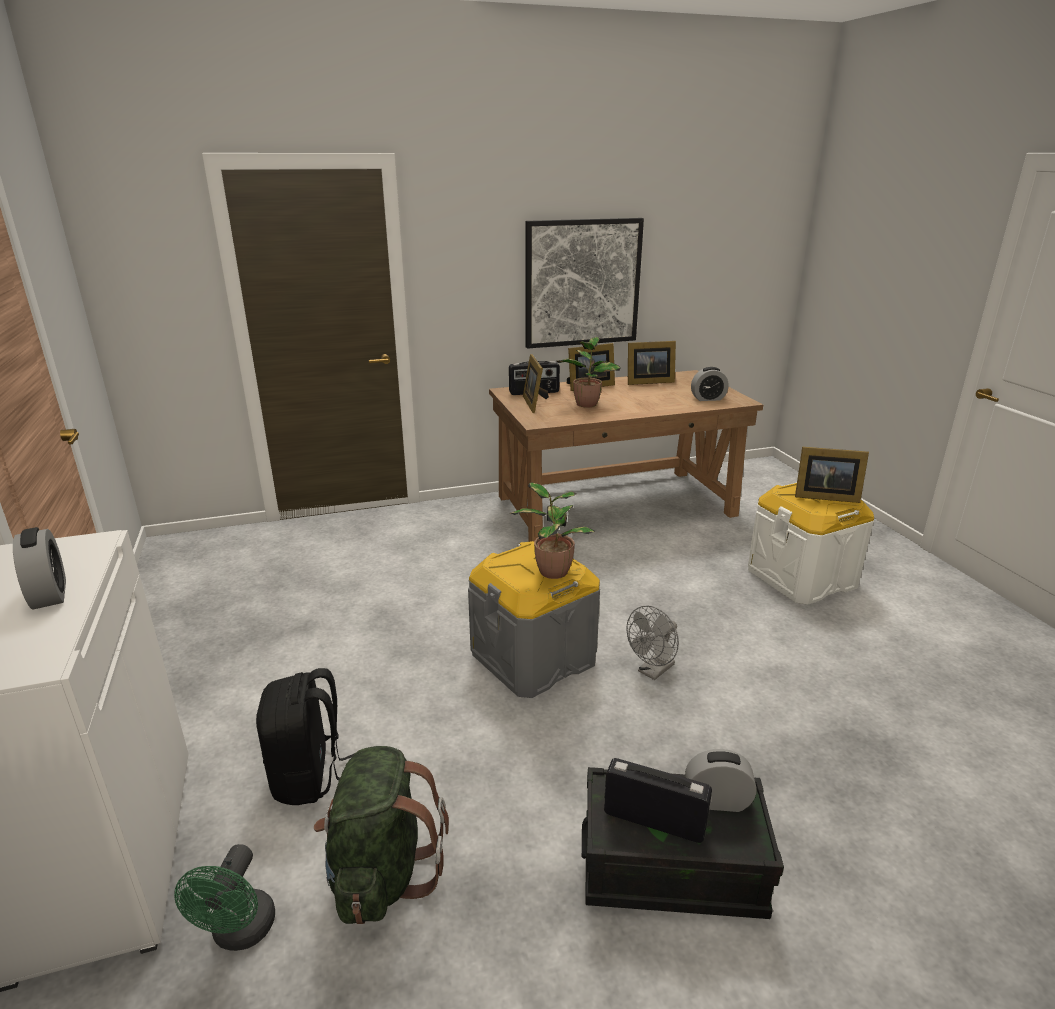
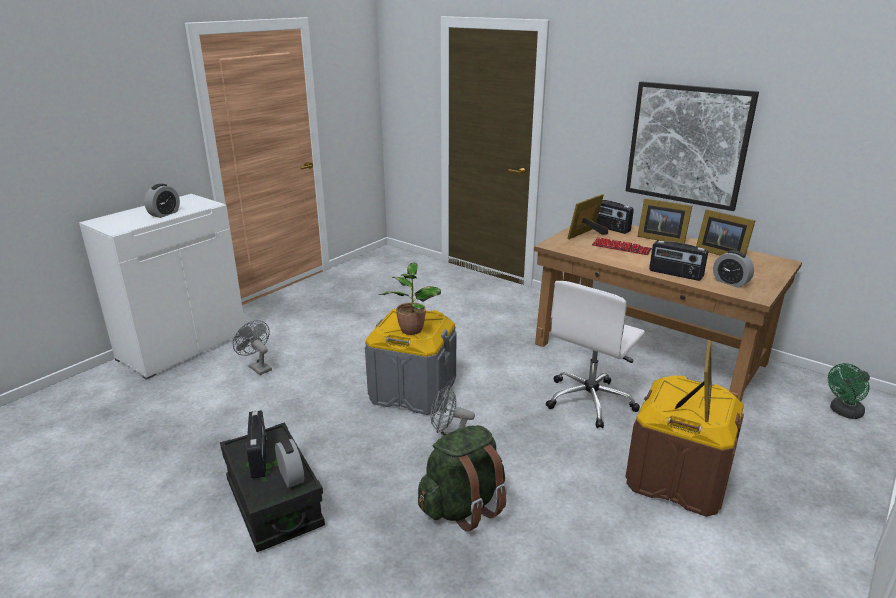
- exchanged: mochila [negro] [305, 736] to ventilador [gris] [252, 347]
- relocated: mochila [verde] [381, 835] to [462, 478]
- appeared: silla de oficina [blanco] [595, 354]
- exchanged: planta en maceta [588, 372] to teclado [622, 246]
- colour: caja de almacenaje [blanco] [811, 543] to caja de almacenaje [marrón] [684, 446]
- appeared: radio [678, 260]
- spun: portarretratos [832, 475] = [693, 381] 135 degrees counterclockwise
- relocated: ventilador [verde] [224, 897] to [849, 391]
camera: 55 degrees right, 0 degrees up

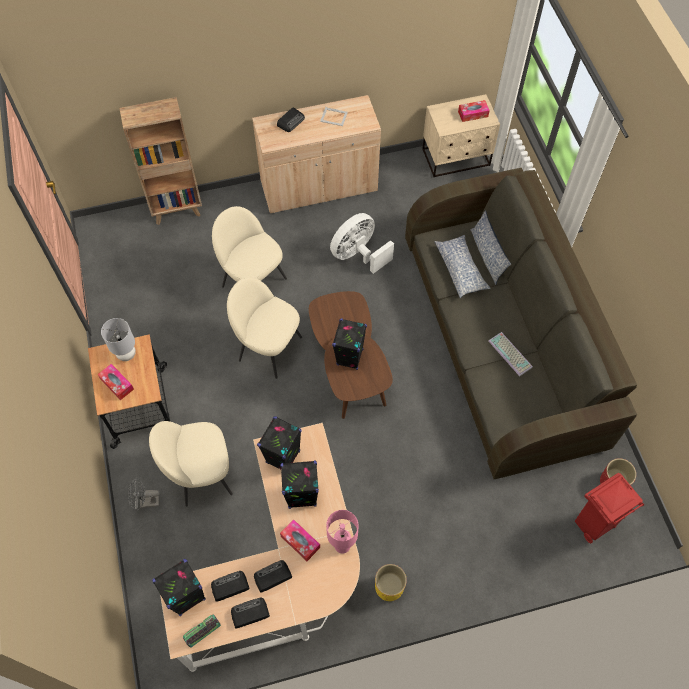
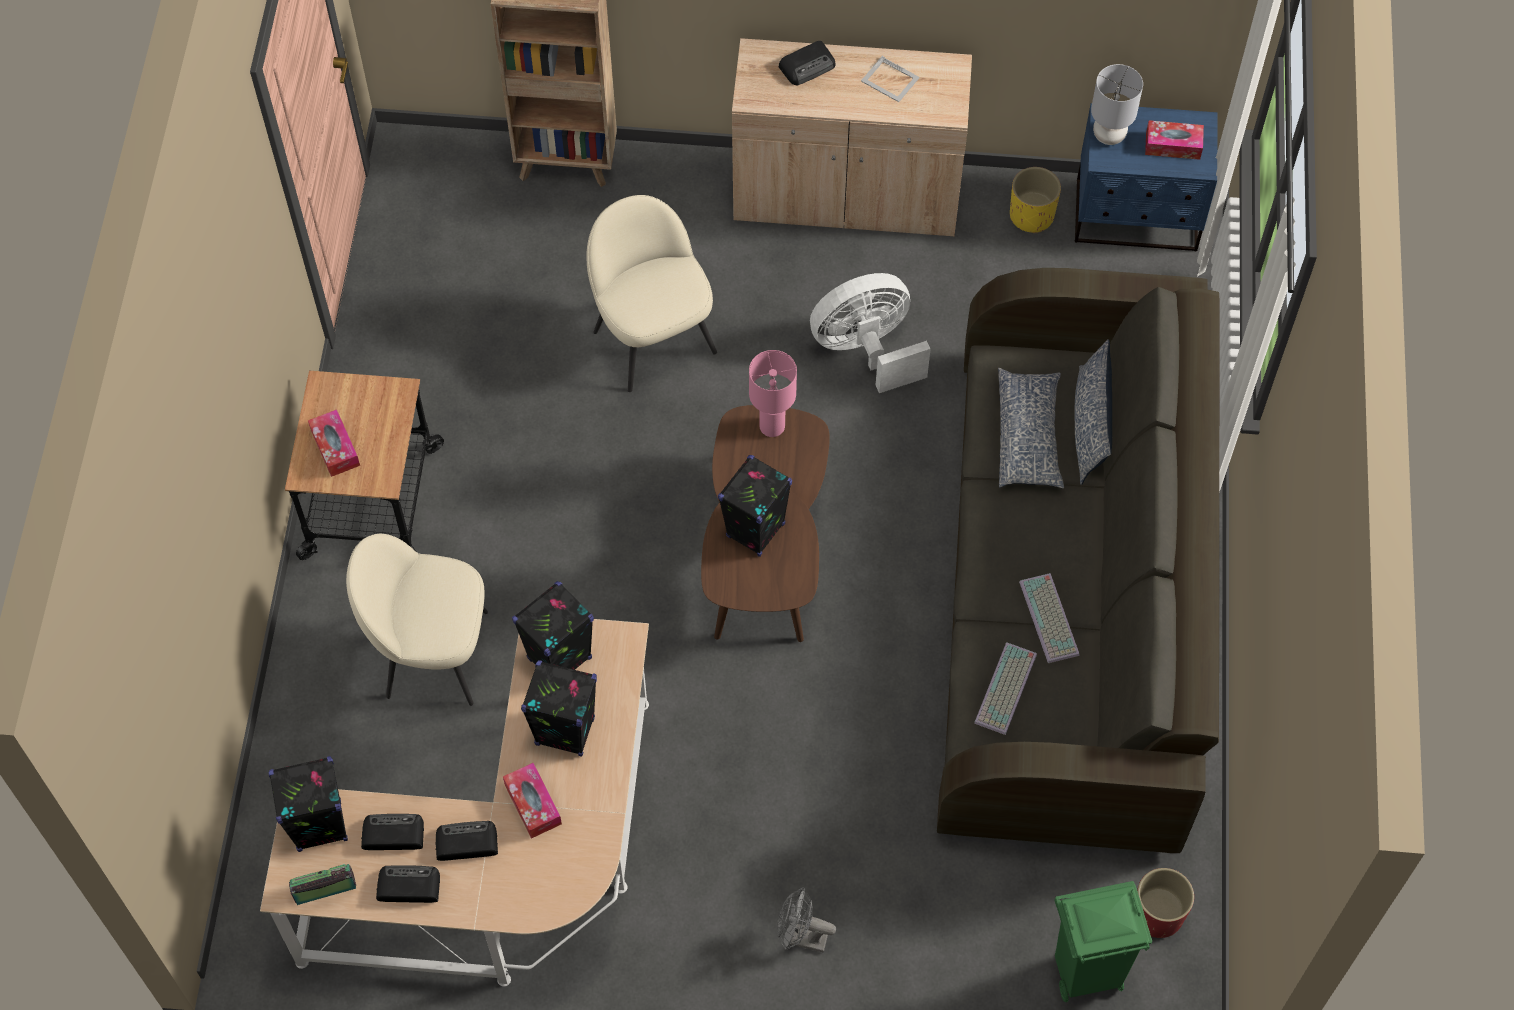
- relocated: lámpara de mesa [rosa] [342, 532] to [773, 393]
- relocated: ventilador [gris] [144, 494] to [806, 919]
- appeared: teclado [1005, 688]
- relocated: maceta [amarillo] [391, 582] to [1035, 200]
- colour: papelera [rojo] [609, 508] to papelera [verde] [1103, 941]
- colour: mesita de noche [beis] [461, 135] to mesita de noche [azul] [1146, 177]
- relocated: lámpara de mesa [gris] [118, 339] to [1117, 104]
- missing: silla [beis] [264, 328]
camera: 20 degrees right, 0 degrees up

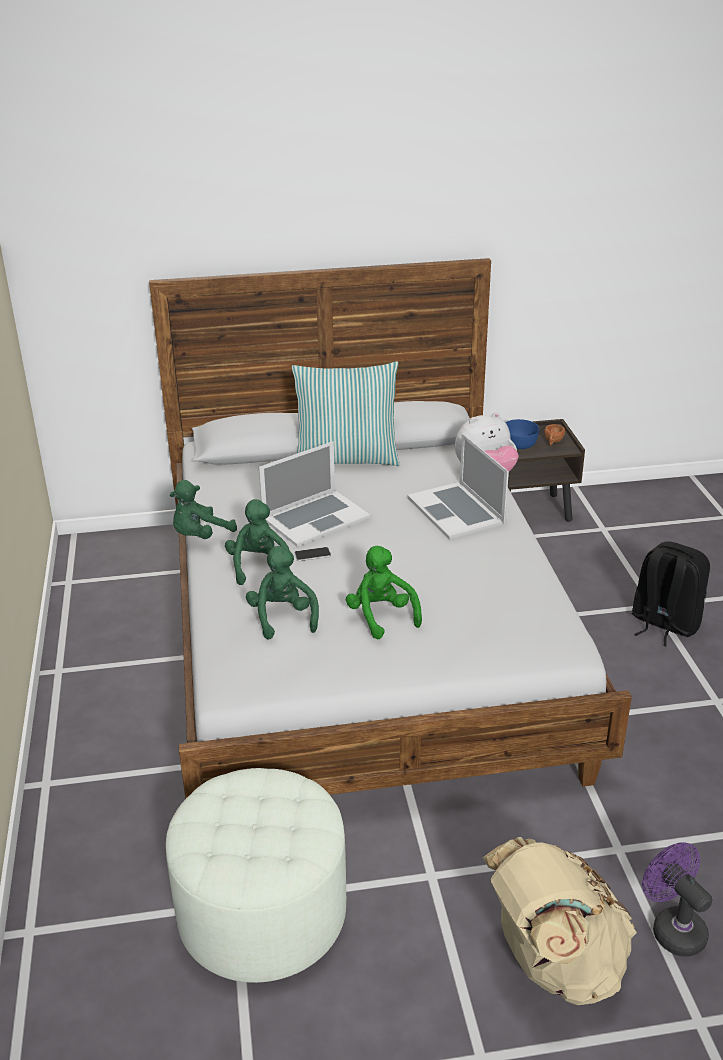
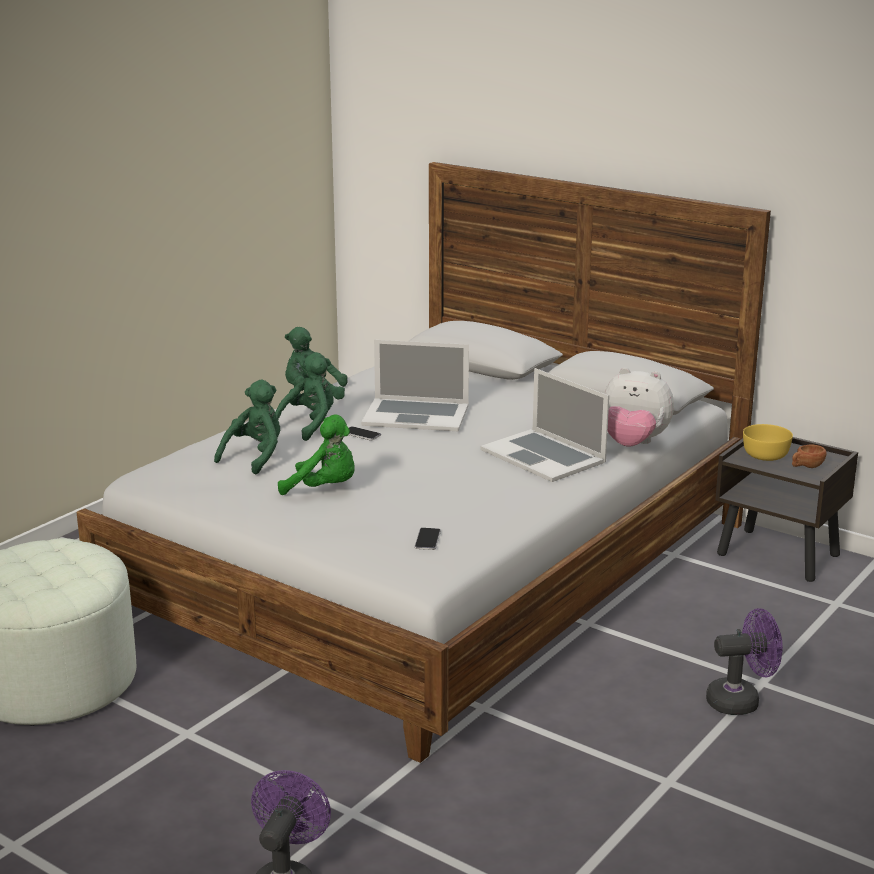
- spun: peluche [verde] [384, 592] = [316, 455] 90 degrees clockwise
- appeared: móvil [427, 539]
- spun: portátil [458, 486] = [544, 425] 60 degrees counterclockwise
- exchanged: mochila [negro] [671, 593] to ventilador [morado] [744, 661]
- colour: cuenco [azul] [522, 434] to cuenco [amarillo] [768, 442]
- missing: cojín [346, 413]
- missing: mochila [beis] [560, 921]
camera: 45 degrees right, 10 degrees down

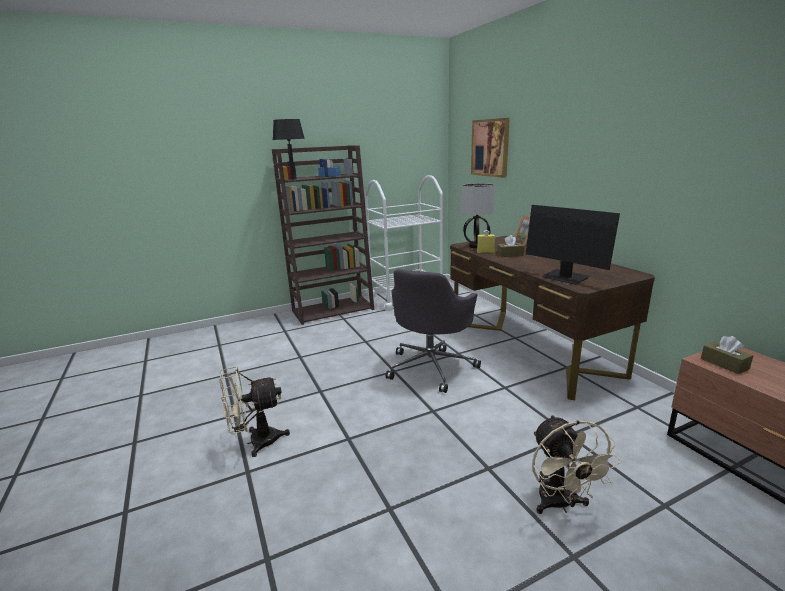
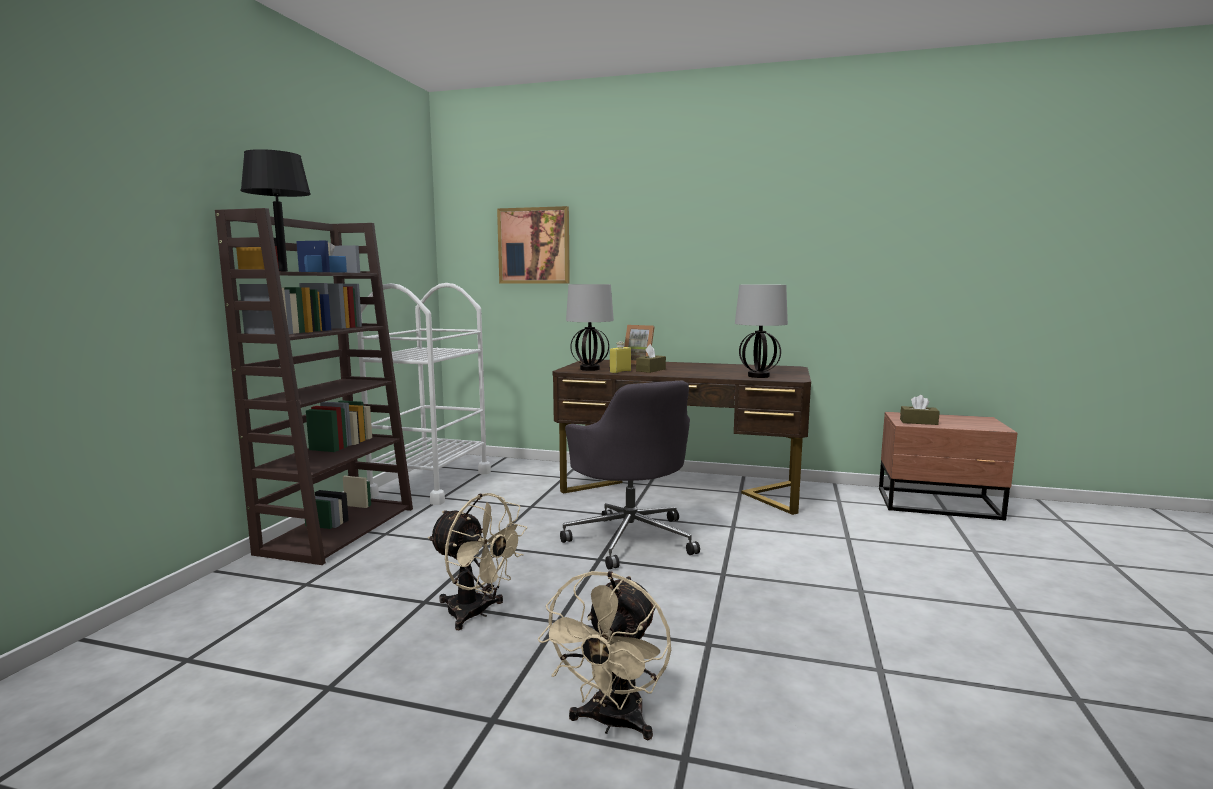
- relocated: ventilador [beis] [576, 464] to [477, 561]
- exchanged: monitor [573, 245] to lámpara de mesa [761, 331]
camera: 50 degrees left, 10 degrees down

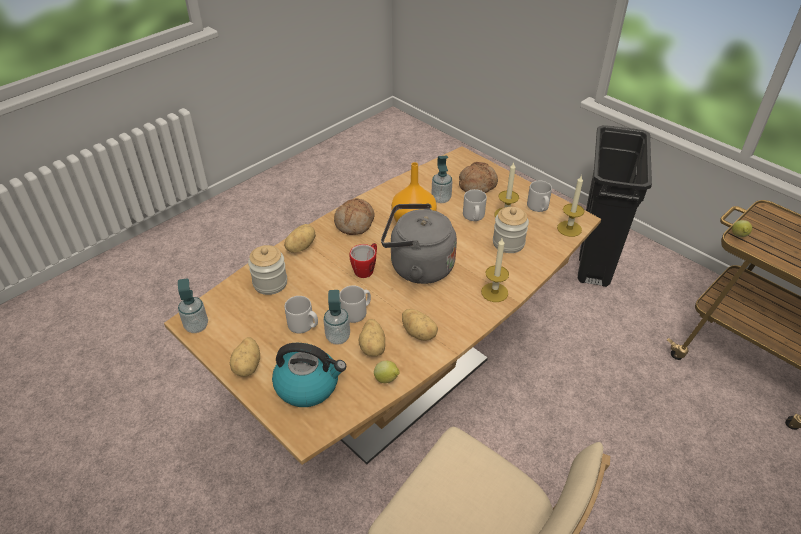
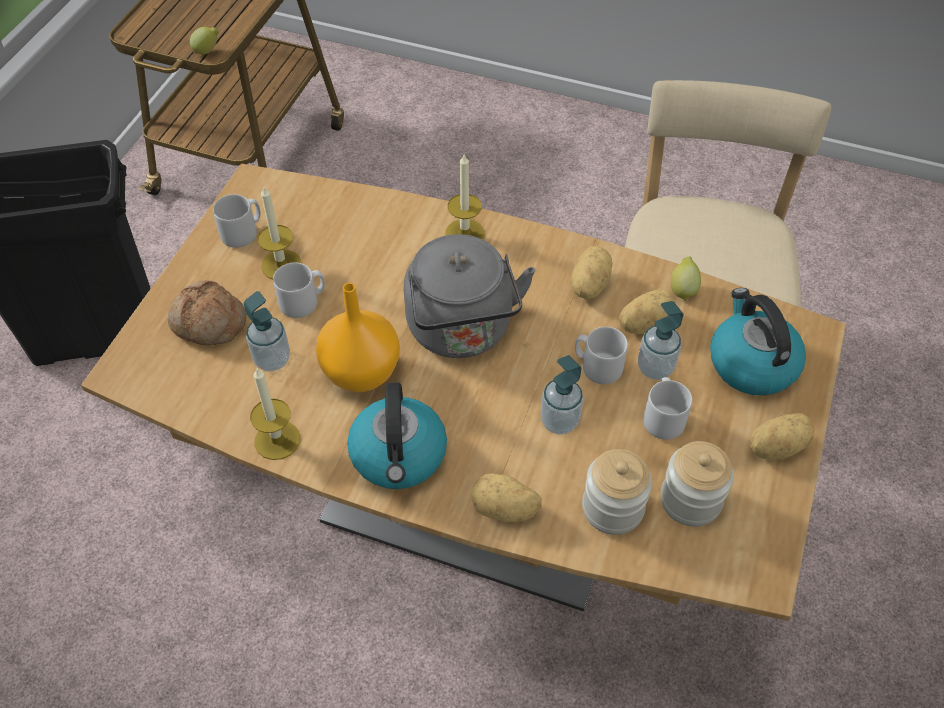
- relocated: vela [570, 206] to [275, 413]
- exchanged: pan [354, 216] to hervidor [397, 436]
- relocated: dispensador de jabón [193, 306] to [562, 395]
- relocated: tarro [511, 230] to [697, 484]
- missing: taza grande [363, 260]
camera: 115 degrees left, 10 degrees up

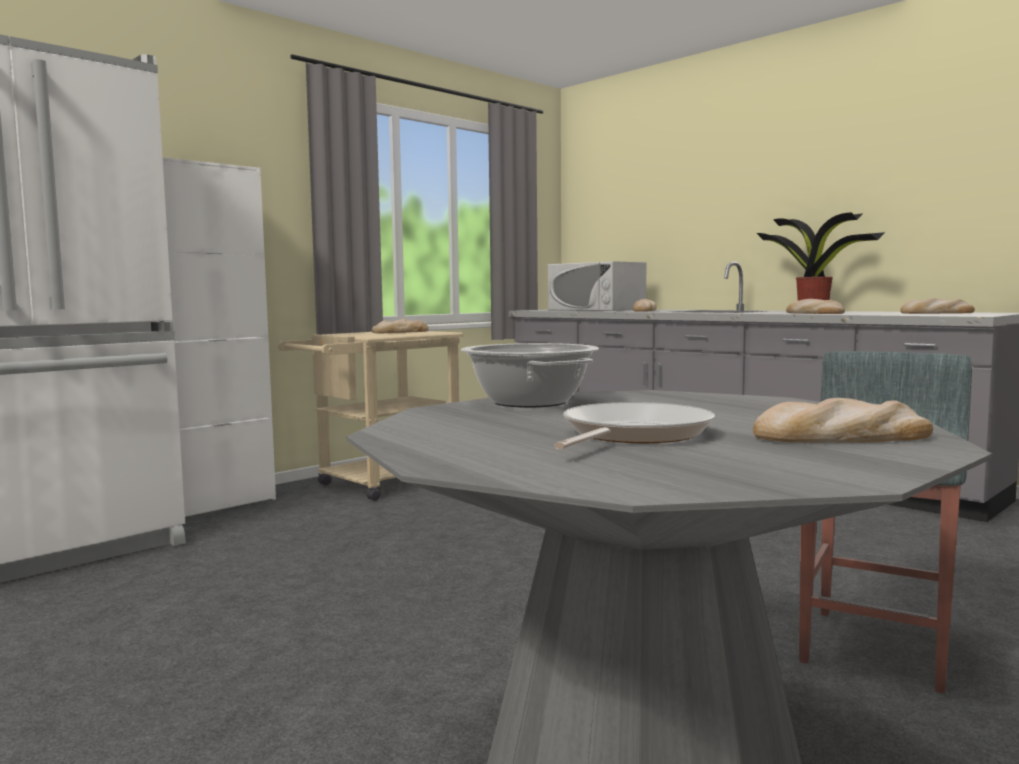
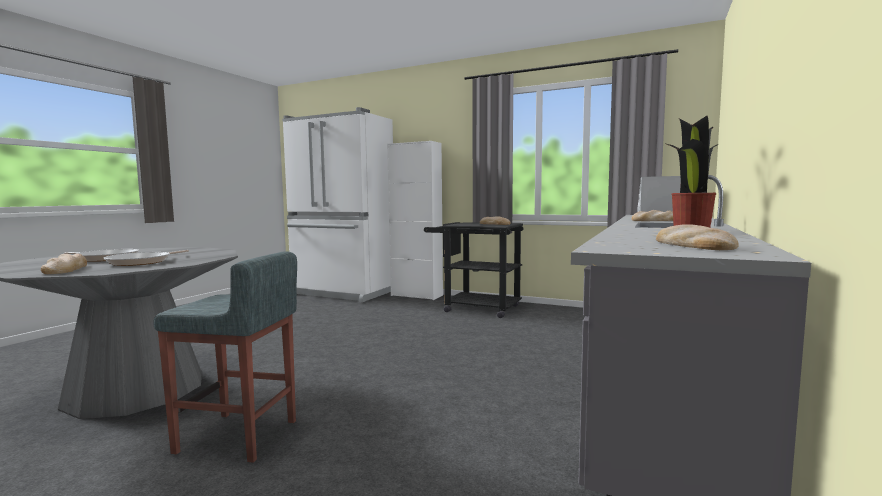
- appeared: sartén [146, 258]
- colour: carrito [beis] [370, 416] to carrito [negro] [473, 270]
- missing: olla [530, 375]
- missing: pan [815, 306]
camera: 70 degrees right, 0 degrees up

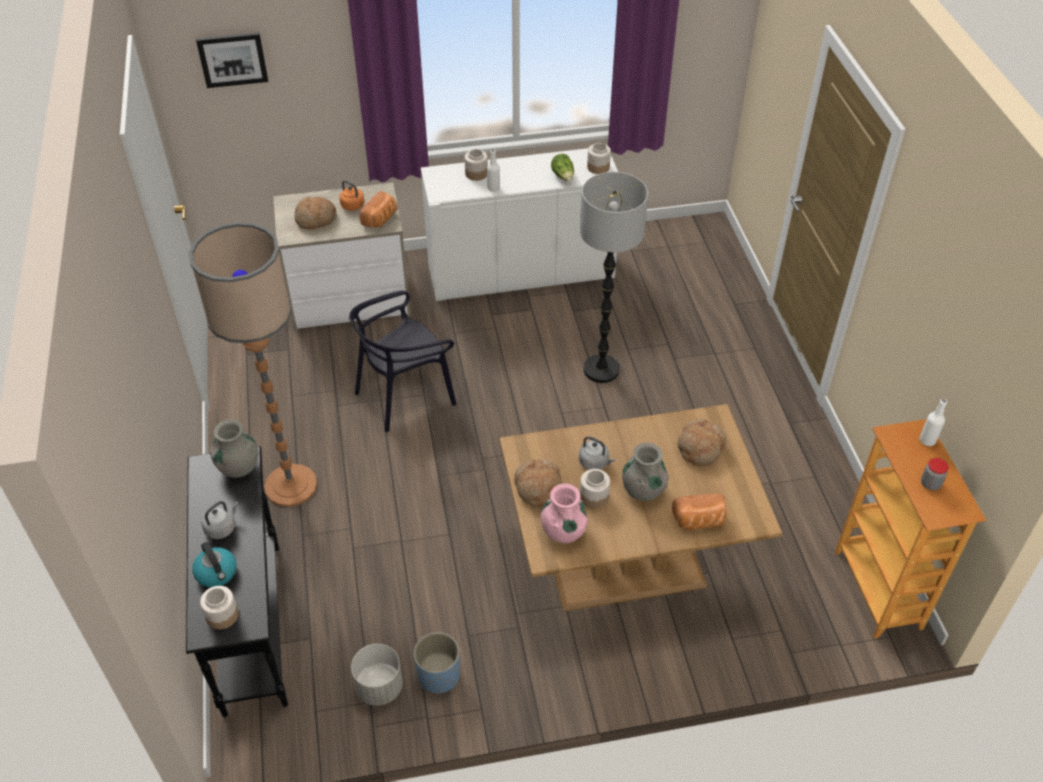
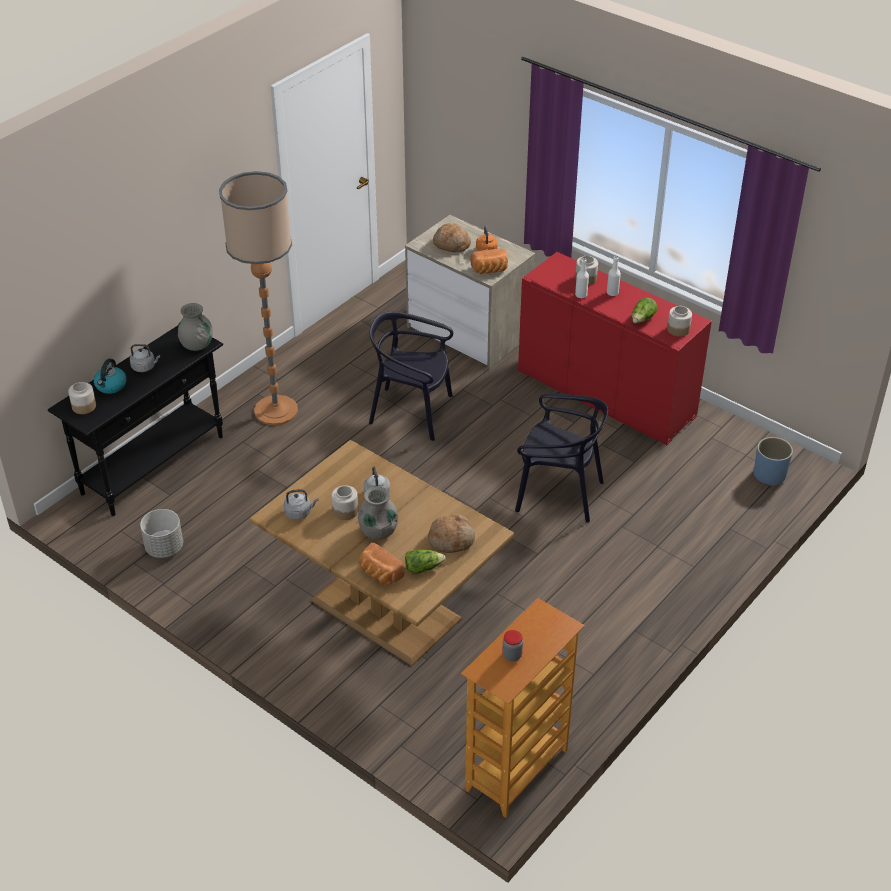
- exchanged: florero [rosa] [564, 513] to hervidor [gris] [301, 504]
- appeared: lechuga [425, 561]
- exchanged: lámpara de pie [614, 277] to silla [negro] [561, 457]
- colour: armario [blanco] [519, 224] to armario [rojo] [615, 348]
- relocated: botella [blanco] [933, 422] to [614, 276]
- relocated: maceta [azul] [437, 662] to [773, 461]
- missing: cuadro [232, 60]
- missing: pan [538, 483]
camera: 50 degrees right, 5 degrees down

